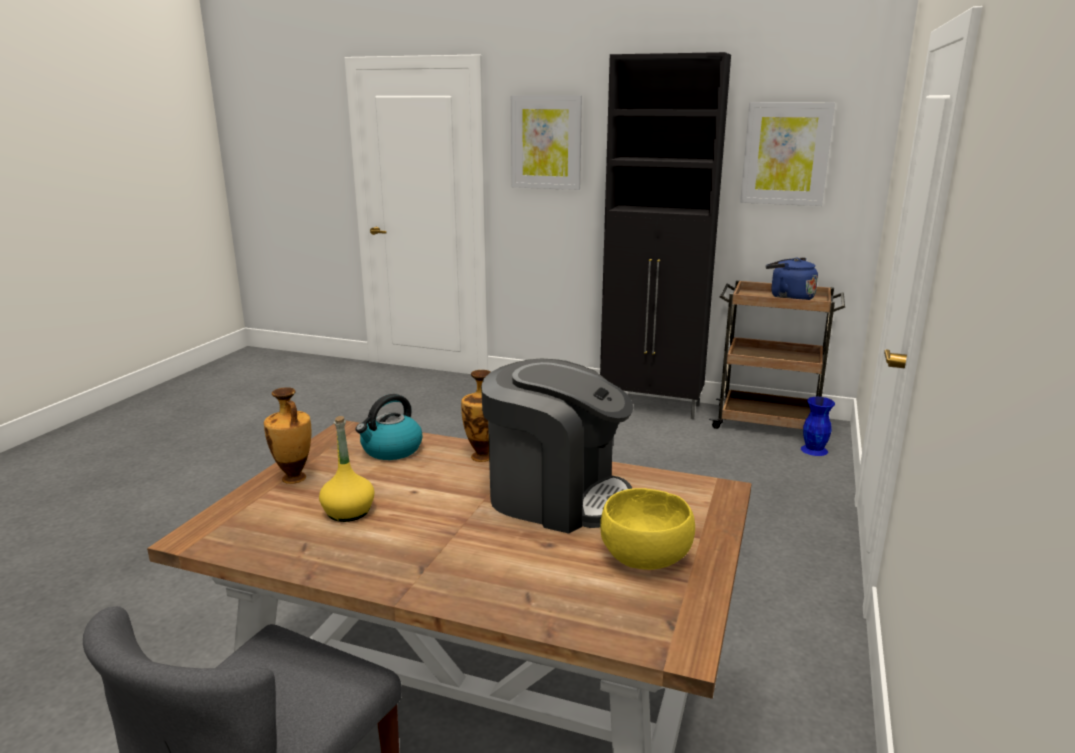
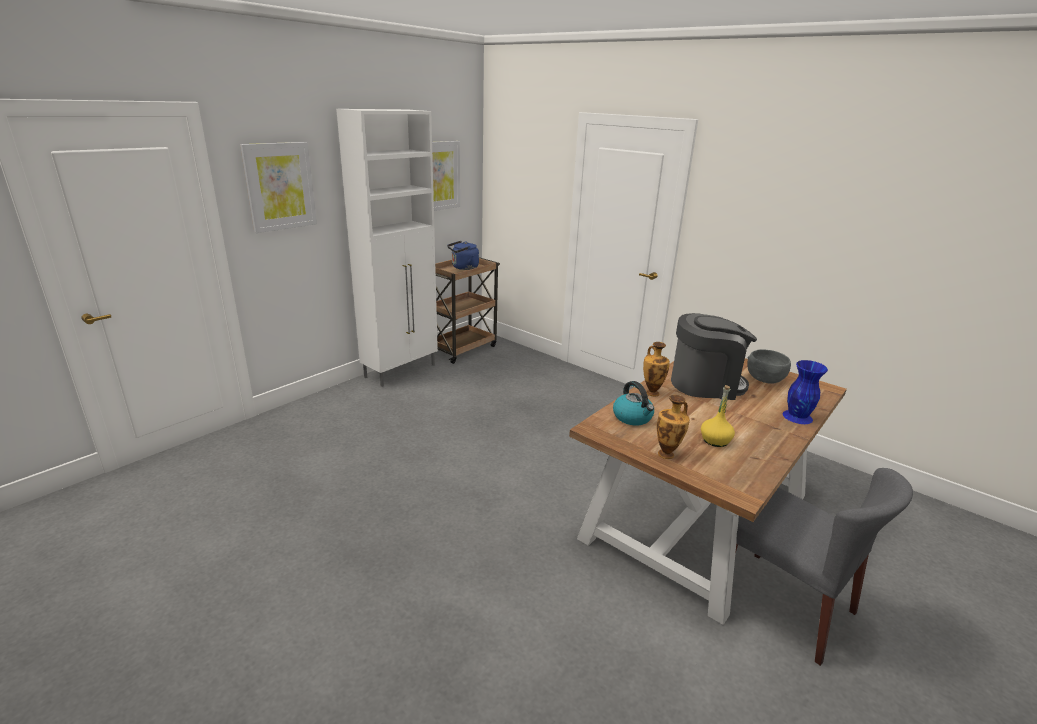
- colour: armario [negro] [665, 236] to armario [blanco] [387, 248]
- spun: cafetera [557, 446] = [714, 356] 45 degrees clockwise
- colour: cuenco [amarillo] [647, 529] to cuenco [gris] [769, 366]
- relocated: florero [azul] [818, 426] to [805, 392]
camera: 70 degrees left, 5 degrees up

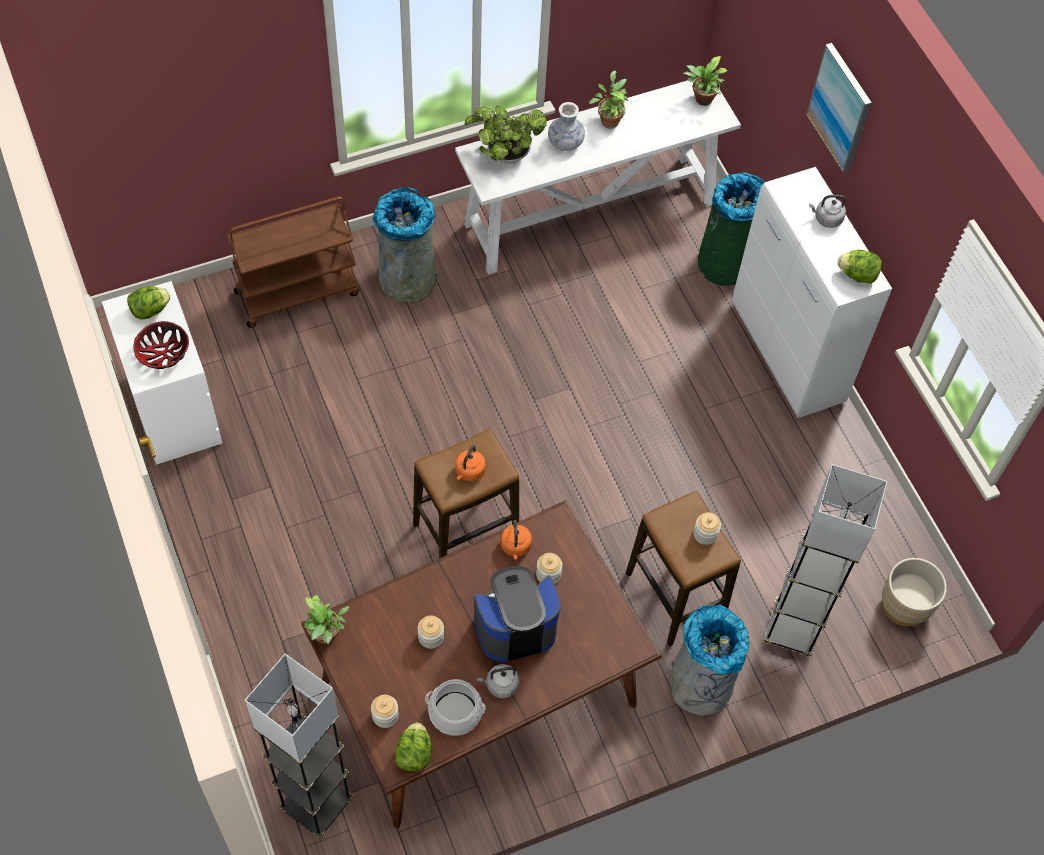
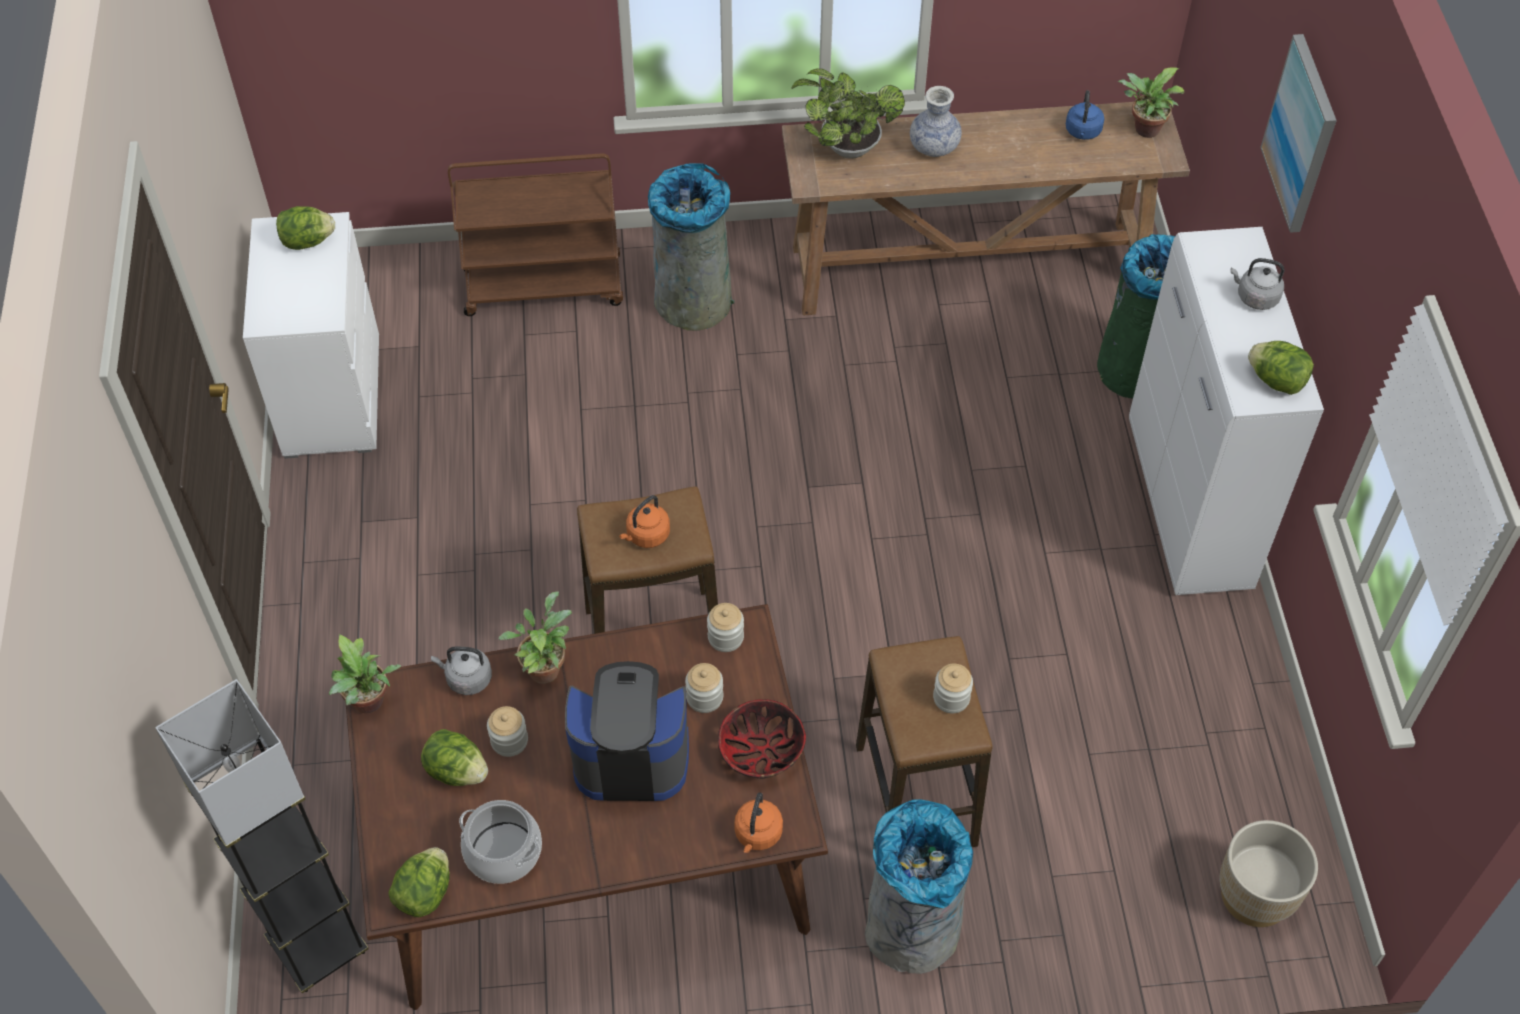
- appeared: lechuga [454, 757]
- relocated: hervidor [gris] [498, 681] to [461, 670]
- relocated: planta en maceta [608, 99] to [535, 638]
- relocated: tarro [385, 711] to [725, 627]
- relocated: cuenco [161, 345] to [762, 738]
- relocated: hervidor [naranja] [516, 539] to [758, 822]
- colour: mesa consola [blanco] [598, 177] to mesa consola [marrón] [986, 209]
- appeared: hervidor [azul] [1085, 115]
- missing: lámpara de pie [gris] [825, 560]
camera: 20 degrees right, 5 degrees down

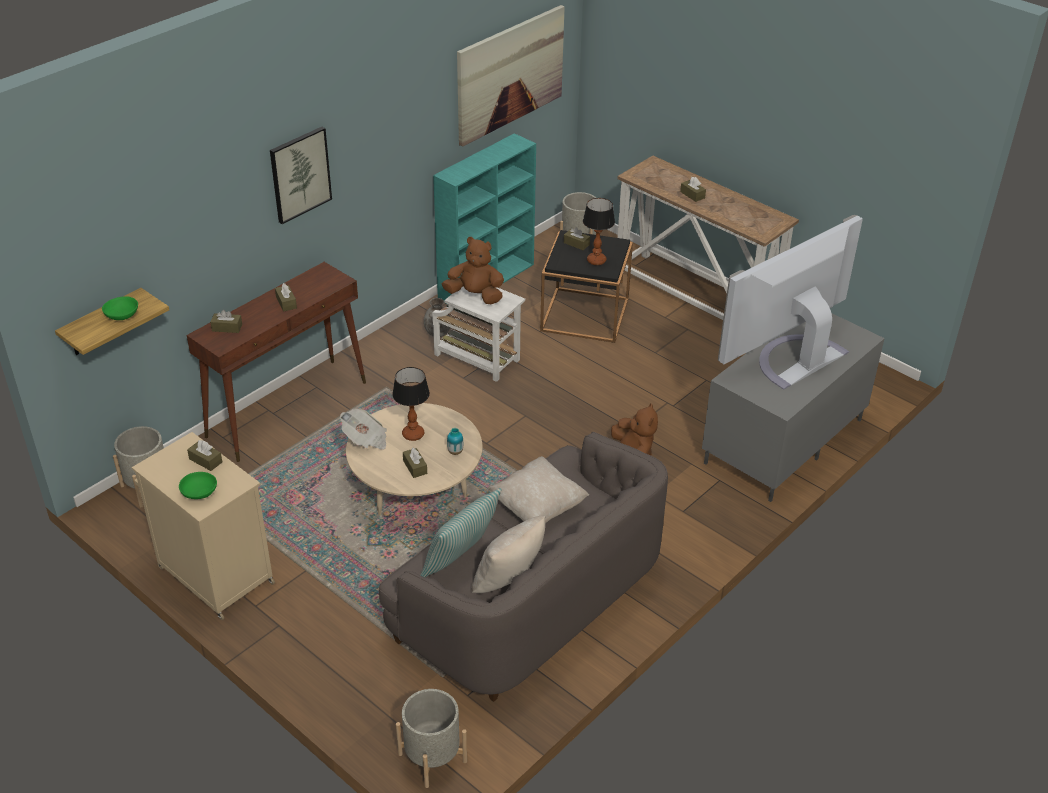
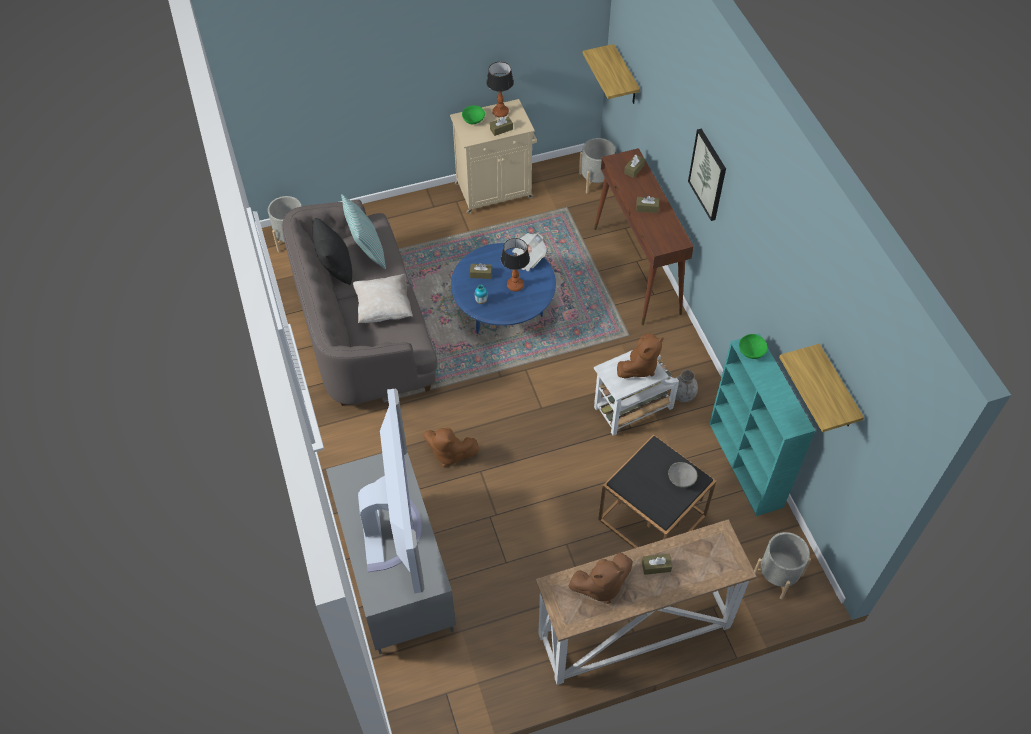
- colour: cojín [beis] [508, 554] to cojín [negro] [332, 252]
- colour: mesa de centro [beis] [414, 459] to mesa de centro [azul] [503, 288]
- relocated: lámpara de mesa [599, 231] to [500, 90]
- appeared: peluche [marrón] [601, 578]
- exchanged: caja de pañuelos [marrón] [577, 238] to cuenco [gris] [682, 475]
- relocated: cuenco [verde] [120, 308] to [753, 346]
- exchanged: cuadro [511, 76] to estante [821, 388]
camera: 120 degrees right, 15 degrees up

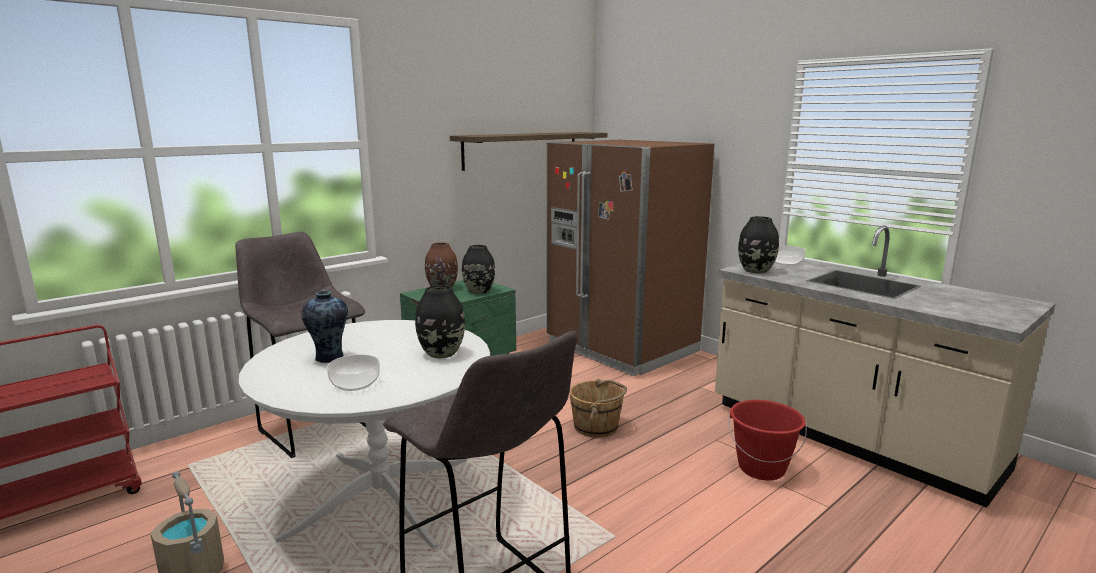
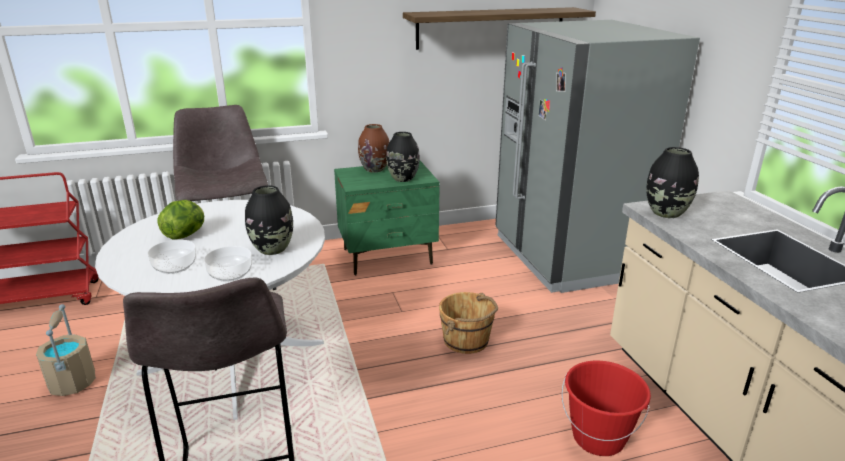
- exchanged: florero [325, 327] to lechuga [181, 220]
- relocated: cuenco [790, 255] to [228, 264]
- colour: nevera [marrón] [630, 258] to nevera [gris] [597, 156]
camera: 25 degrees right, 10 degrees up

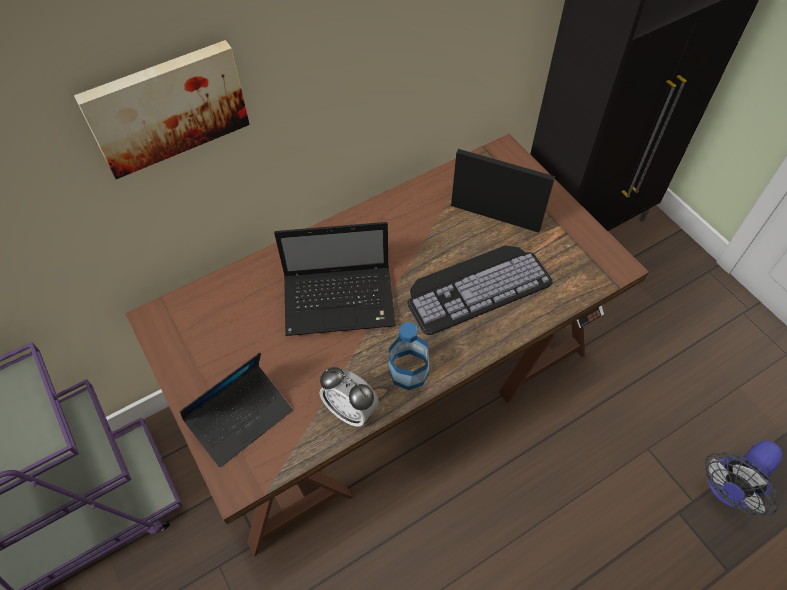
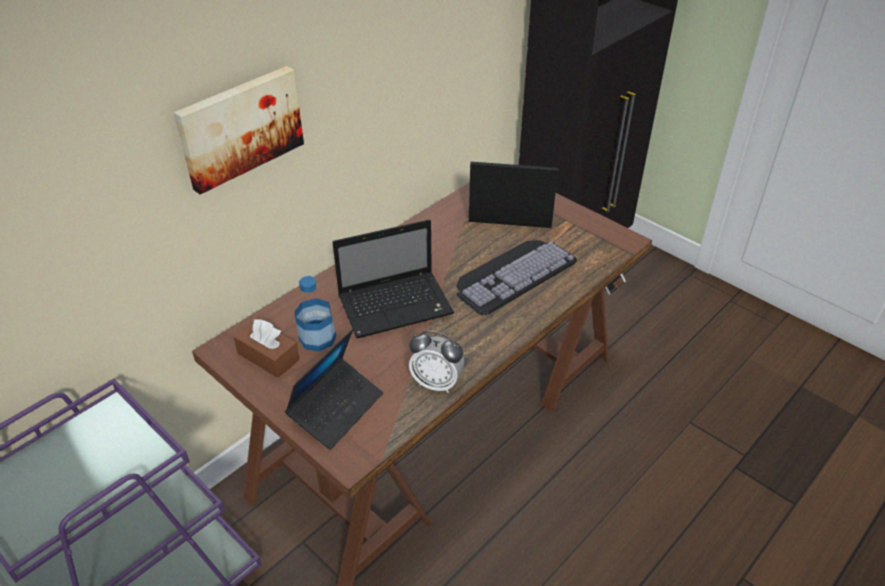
- appeared: caja de pañuelos [marrón] [266, 348]
- relocated: botella [409, 356] to [315, 314]
- missing: ventilador [744, 478]
camera: 15 degrees left, 15 degrees down

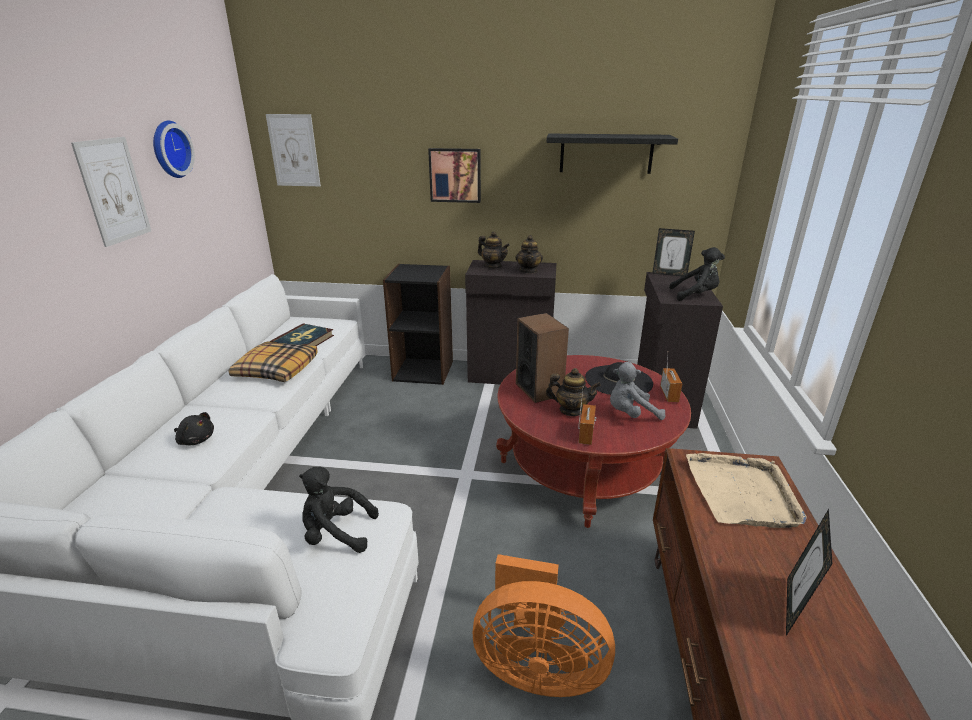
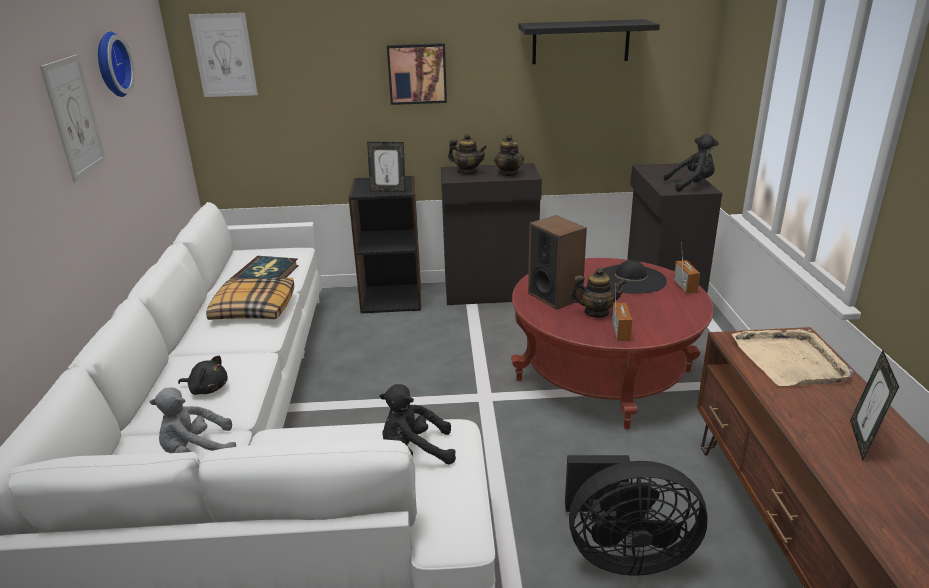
- relocated: peluche [gris] [637, 391] to [193, 420]
- relocated: portarretratos [673, 252] to [386, 167]
- colour: ventilador [naranja] [544, 625] to ventilador [negro] [636, 515]
camera: 10 degrees left, 0 degrees up

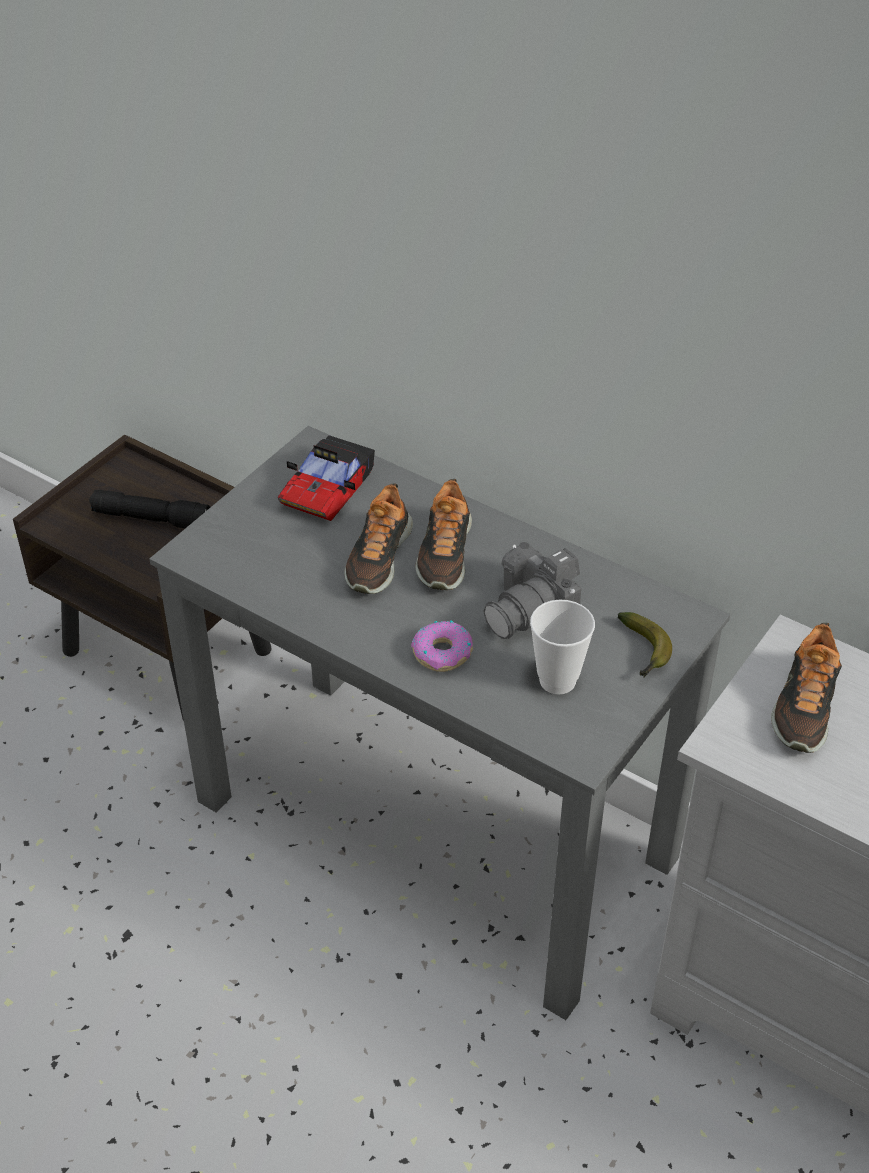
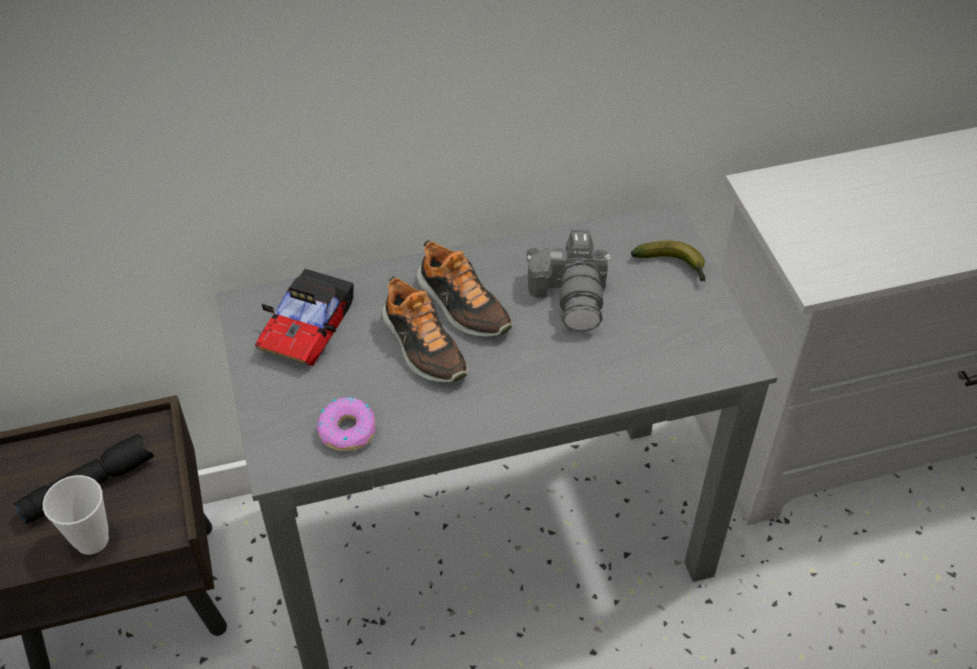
- relocated: taza [562, 647] to [76, 515]
- spun: coche de juguete [326, 478] = [304, 317] 45 degrees clockwise
- relocated: rosquilla [442, 646] to [346, 424]
- missing: zapato [806, 688]
camera: 50 degrees left, 5 degrees up

